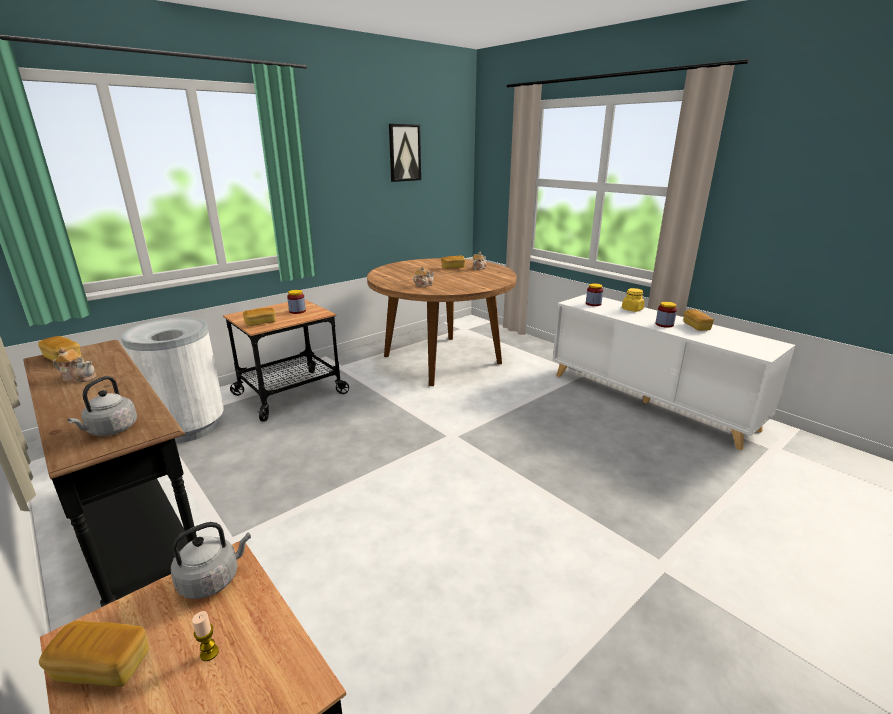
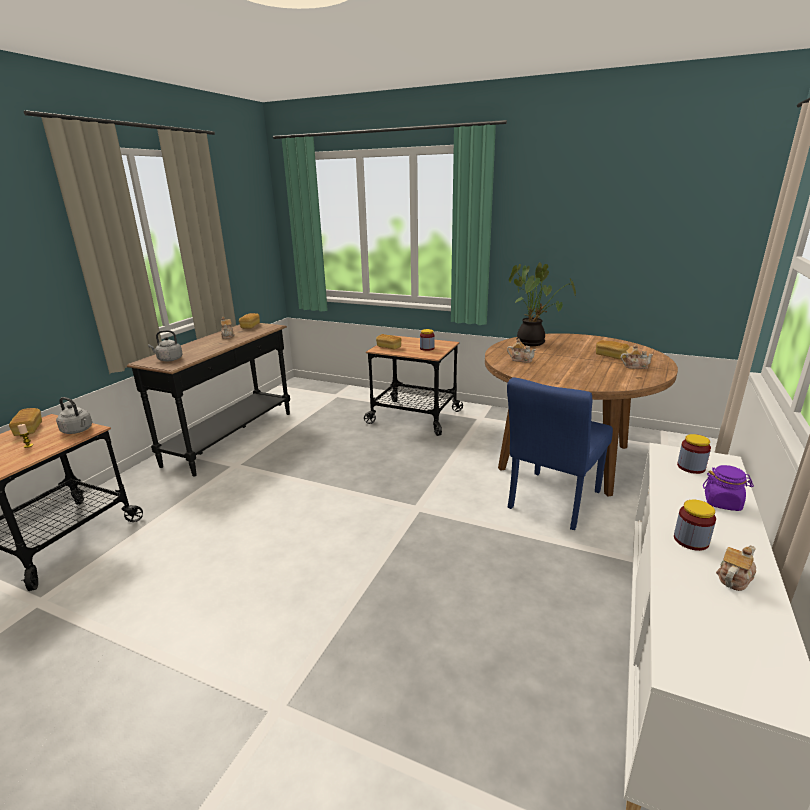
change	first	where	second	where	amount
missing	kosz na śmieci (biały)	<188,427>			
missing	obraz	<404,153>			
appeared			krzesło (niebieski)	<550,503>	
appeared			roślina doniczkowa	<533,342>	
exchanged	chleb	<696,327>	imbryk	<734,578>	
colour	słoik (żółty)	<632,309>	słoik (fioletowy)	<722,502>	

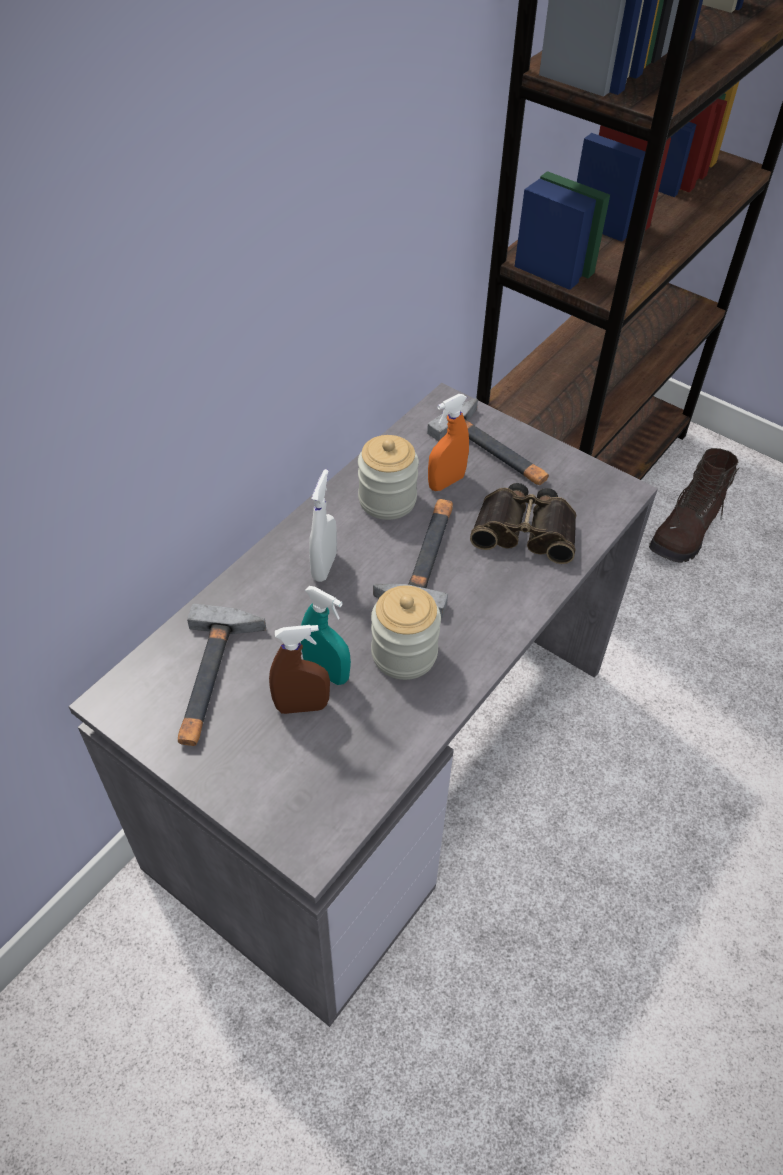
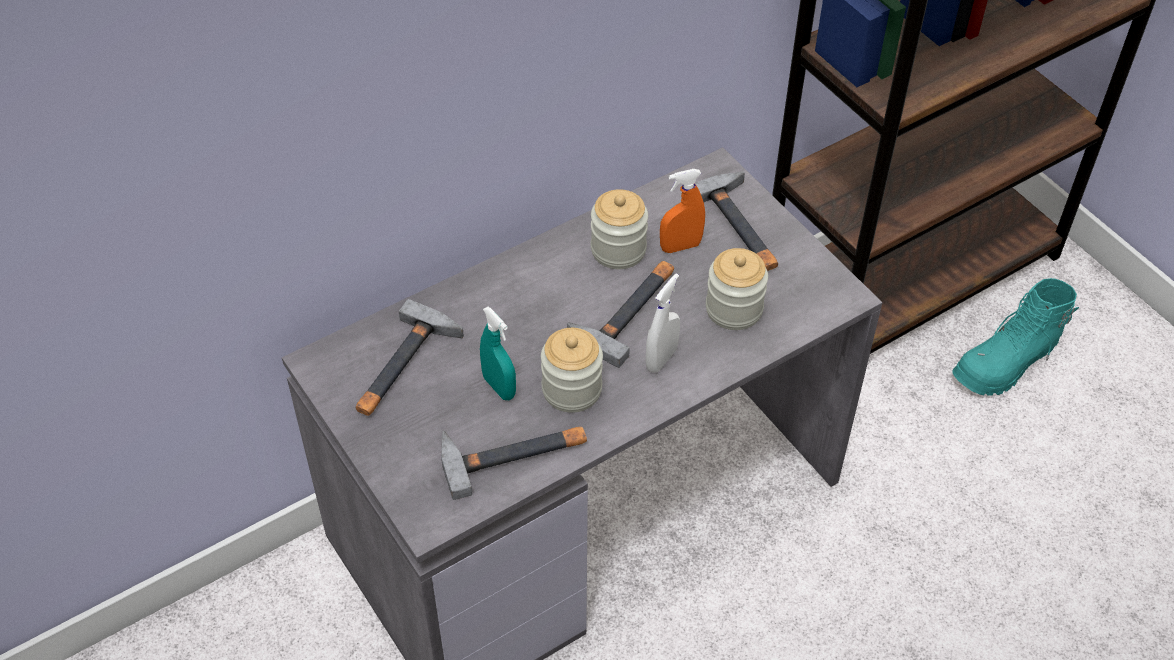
change	first	where	second	where	amount
missing	spryskiwacz (brązowy)	<302,706>			
appeared			młotek	<514,453>	
relocated	spryskiwacz (biały)	<324,566>		<661,359>	
exchanged	lornetka	<526,529>	słoik	<734,309>	
colour	but z cholewką (brązowy)	<686,531>	but z cholewką (turkusowy)	<1006,364>	

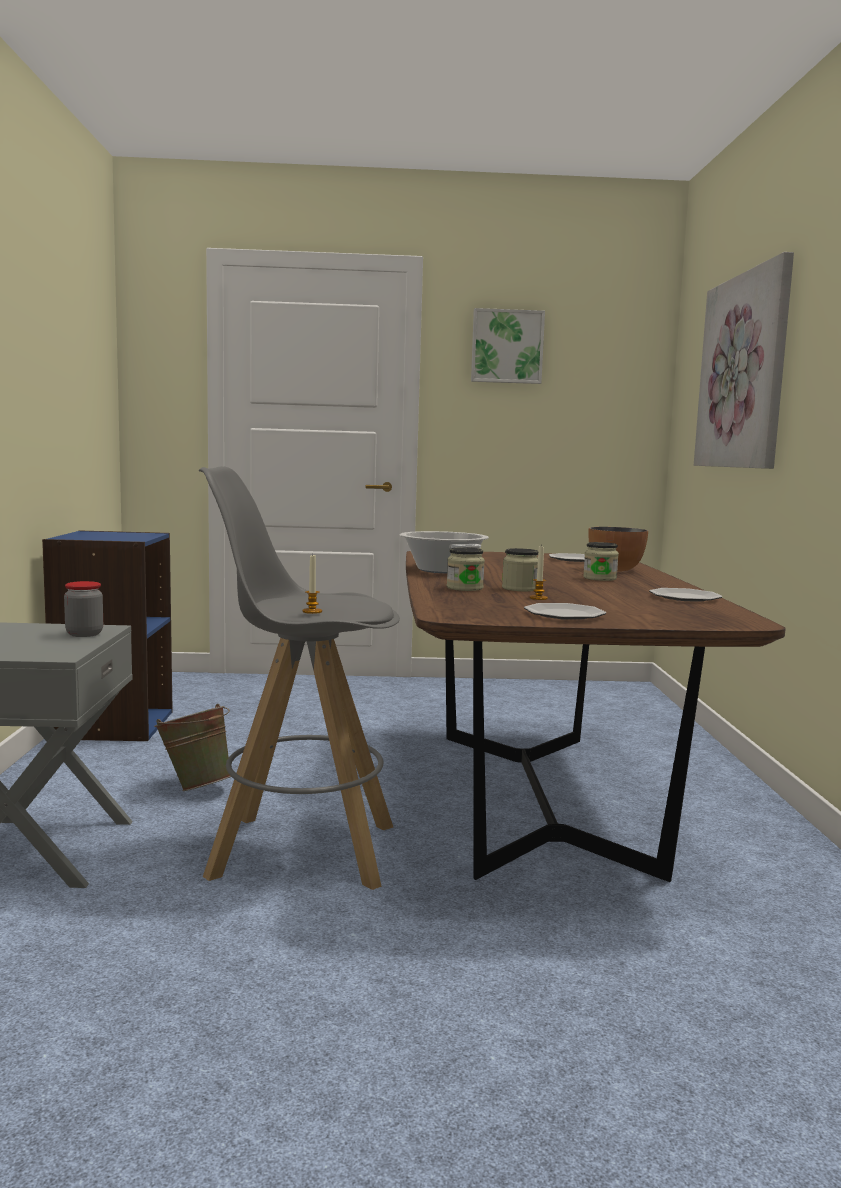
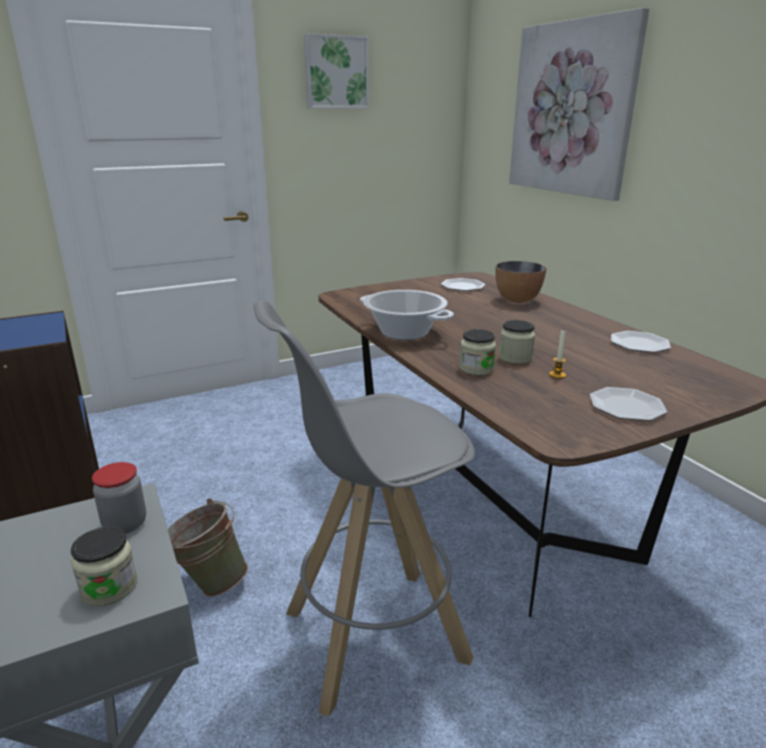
change	first	where	second	where	amount
missing	świeca	<312,611>			
relocated	słoik	<600,578>		<109,587>	

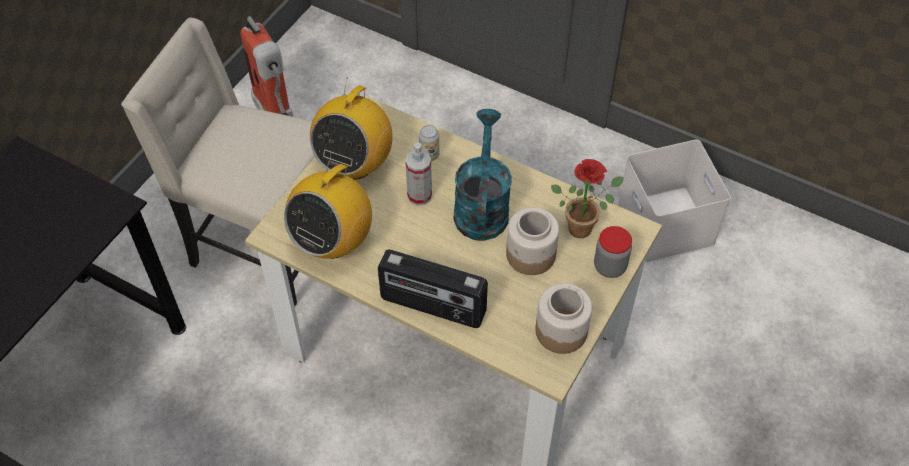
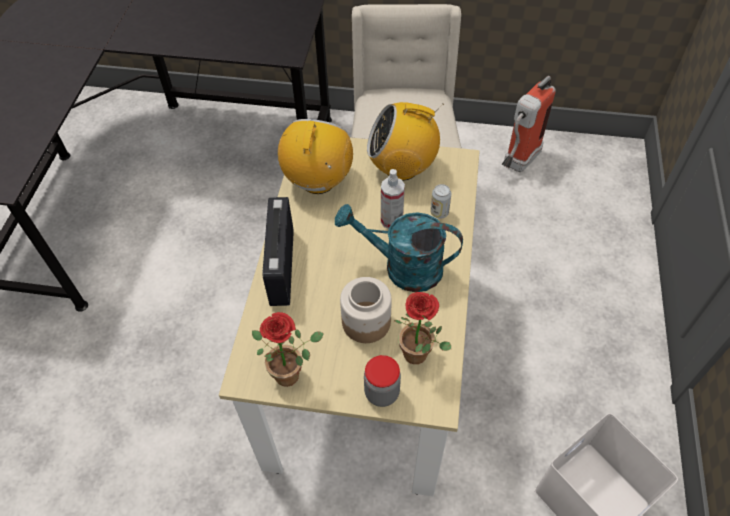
change	first	where	second	where	amount
exchanged	słoik	<561,330>	roślina doniczkowa	<292,372>	
spun	radio	<333,241>		<318,181>	90 degrees clockwise
spun	konewka (turkusowy)	<481,206>		<402,267>	150 degrees counterclockwise

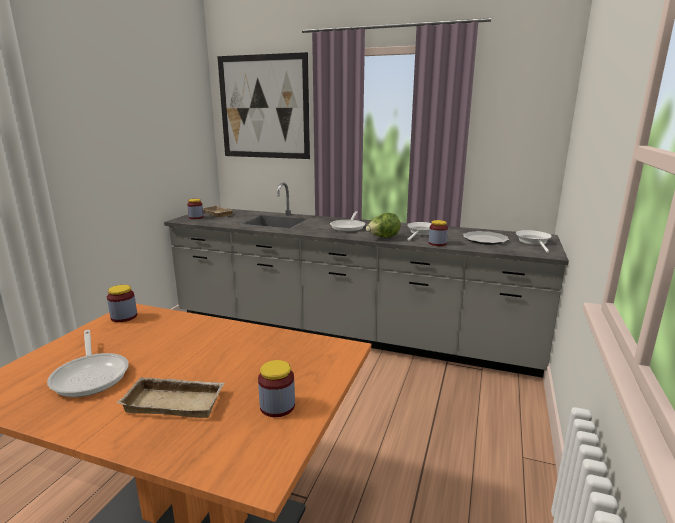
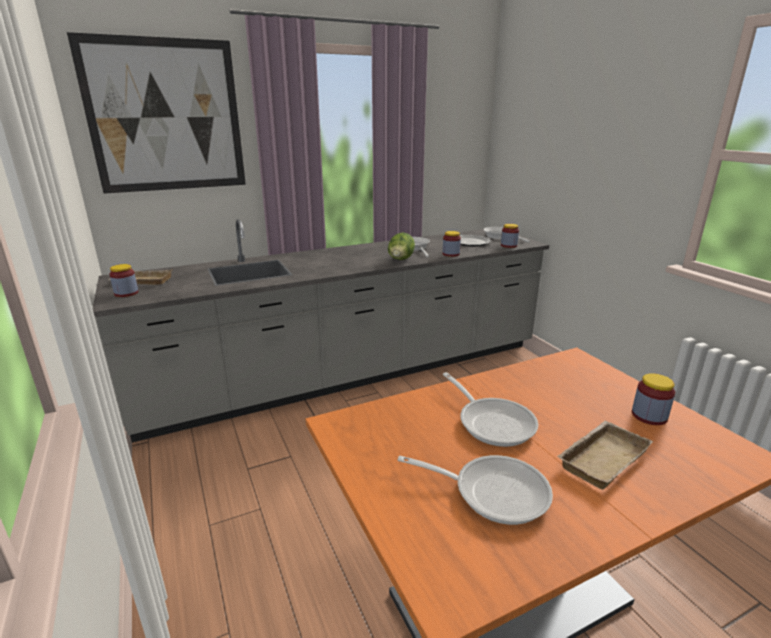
change	first	where	second	where	amount
relocated	słoik	<124,317>		<508,245>	
relocated	patelnia	<348,227>		<492,422>	

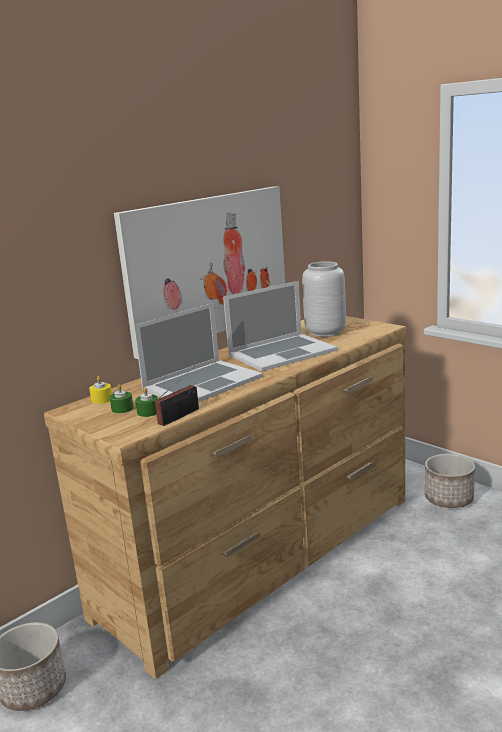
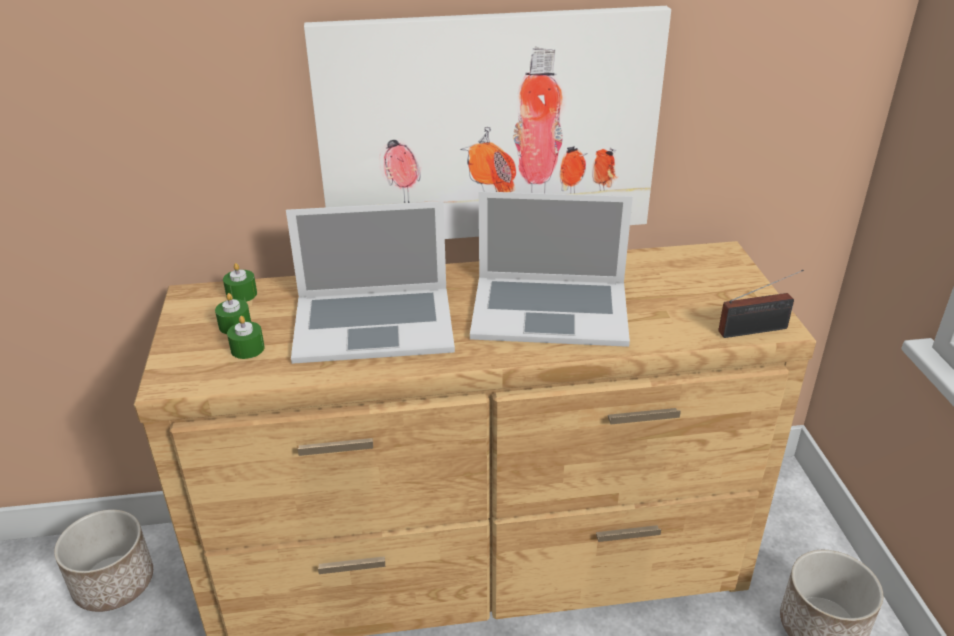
change	first	where	second	where	amount
missing	wazon (szary)	<325,332>			
relocated	radio	<181,415>		<757,330>	
colour	świeca (żółty)	<102,399>	świeca (zielony)	<241,294>	

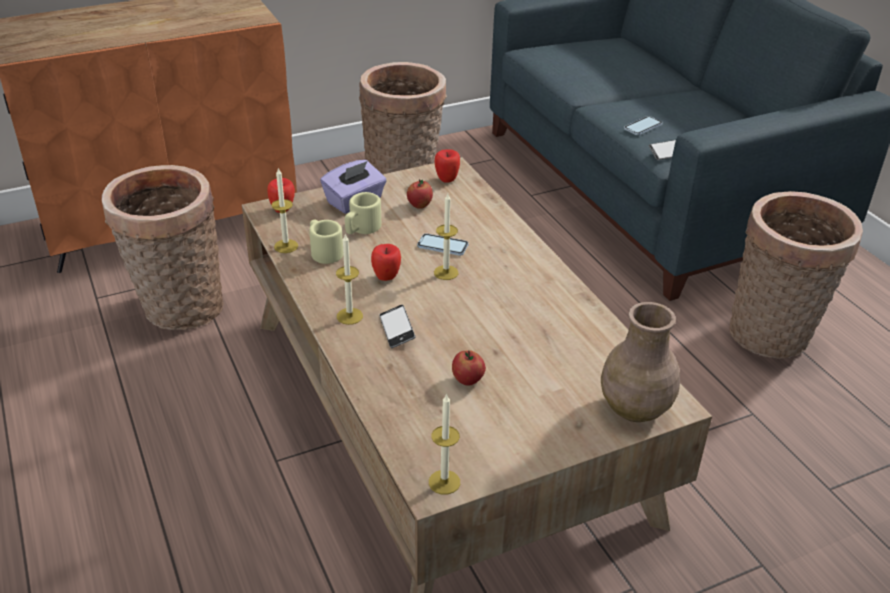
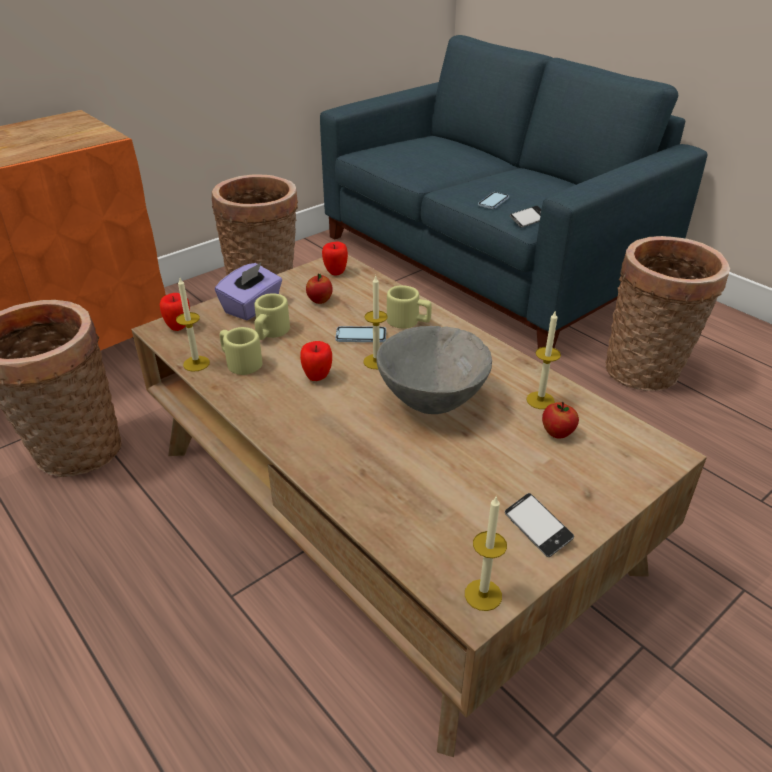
change	first	where	second	where	amount
missing	wazon (brązowy)	<635,409>			
appeared			miska (szary)	<432,402>	
appeared			kubek (beżowy)	<409,321>	
relocated	świeca	<349,316>		<540,400>	
relocated	telefon	<397,330>		<537,528>	
relocated	jabłko	<468,380>		<557,433>	

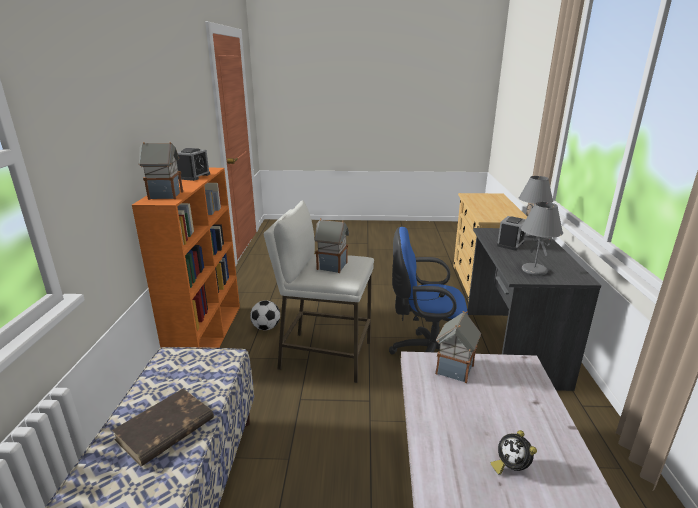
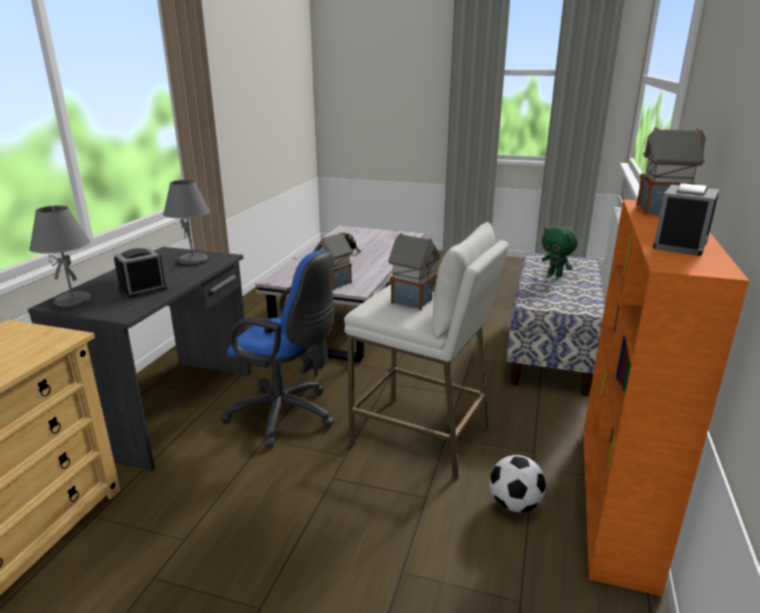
change	first	where	second	where	amount
exchanged	książka (brązowy)	<164,430>	pluszak (zielony)	<555,275>	

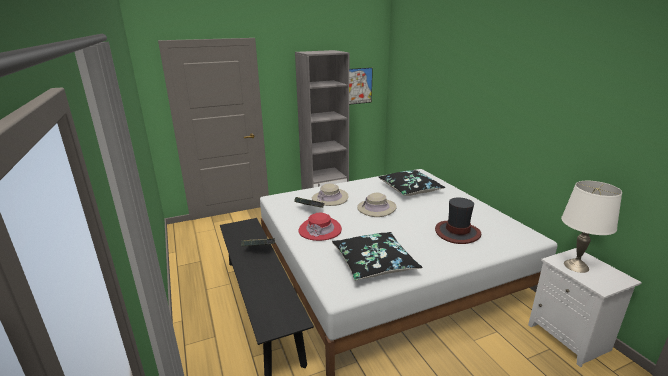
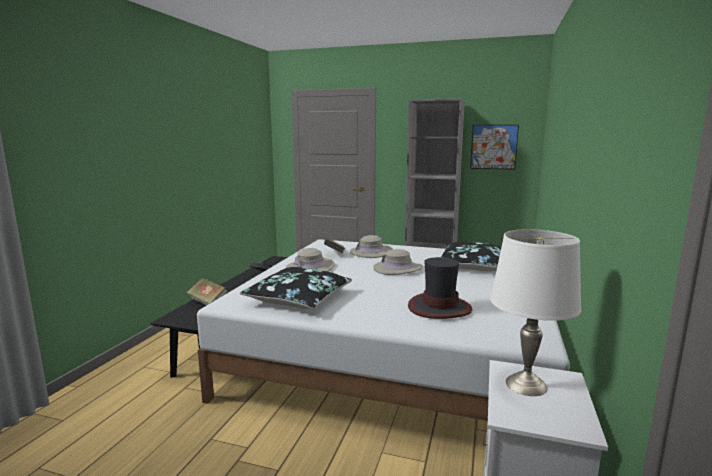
change	first	where	second	where	amount
appeared			książka	<208,302>	
colour	kapelusz (czerwony)	<320,230>	kapelusz (beżowy)	<310,267>	

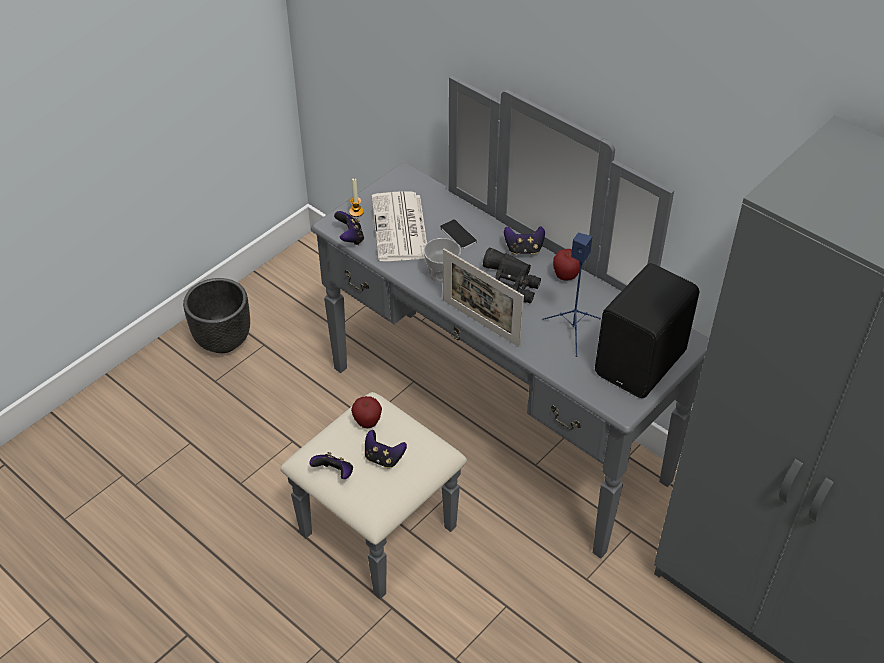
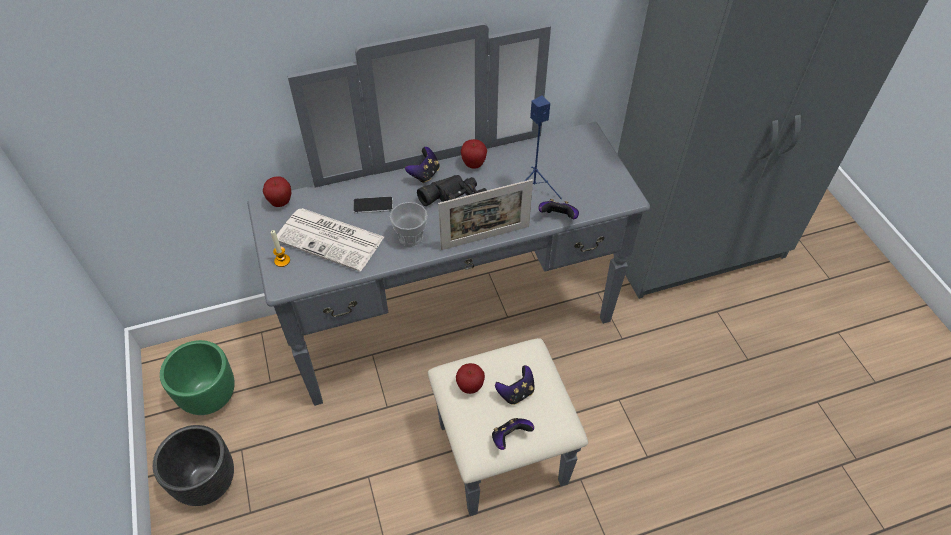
change	first	where	second	where	amount
missing	głośnik (czarny)	<643,364>			
appeared			donica (zielony)	<211,397>	
appeared			jabłko	<281,202>	
relocated	pad do gier	<350,238>		<558,218>	

